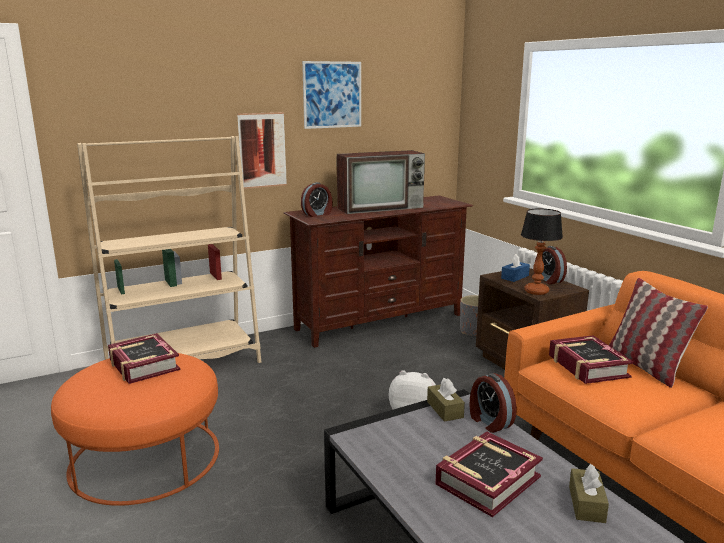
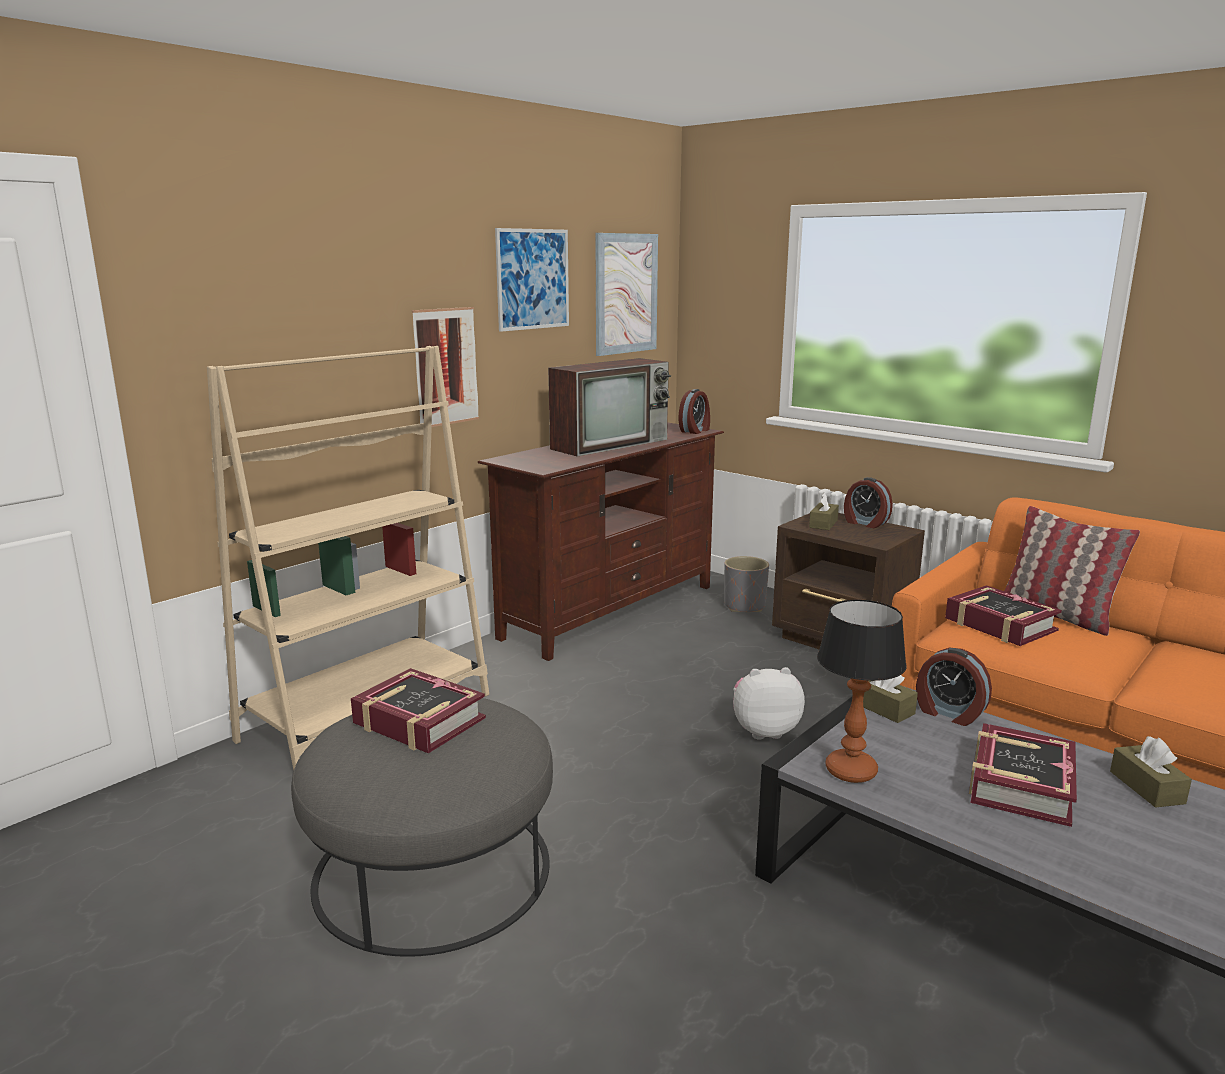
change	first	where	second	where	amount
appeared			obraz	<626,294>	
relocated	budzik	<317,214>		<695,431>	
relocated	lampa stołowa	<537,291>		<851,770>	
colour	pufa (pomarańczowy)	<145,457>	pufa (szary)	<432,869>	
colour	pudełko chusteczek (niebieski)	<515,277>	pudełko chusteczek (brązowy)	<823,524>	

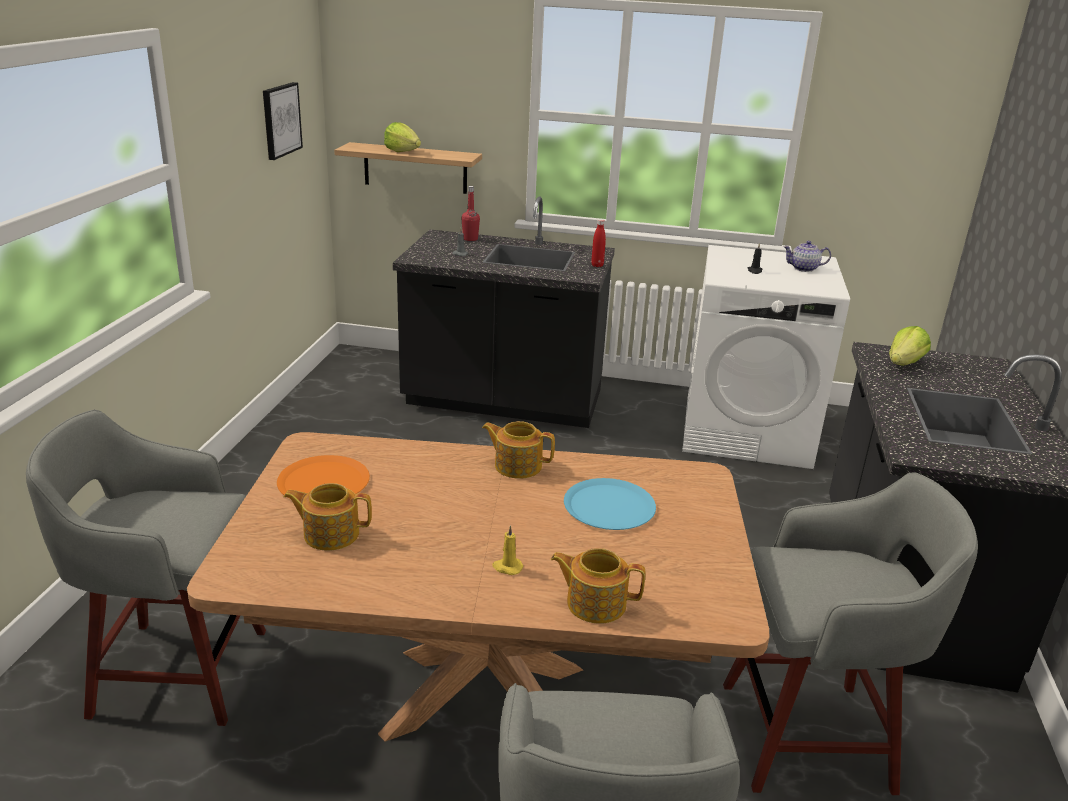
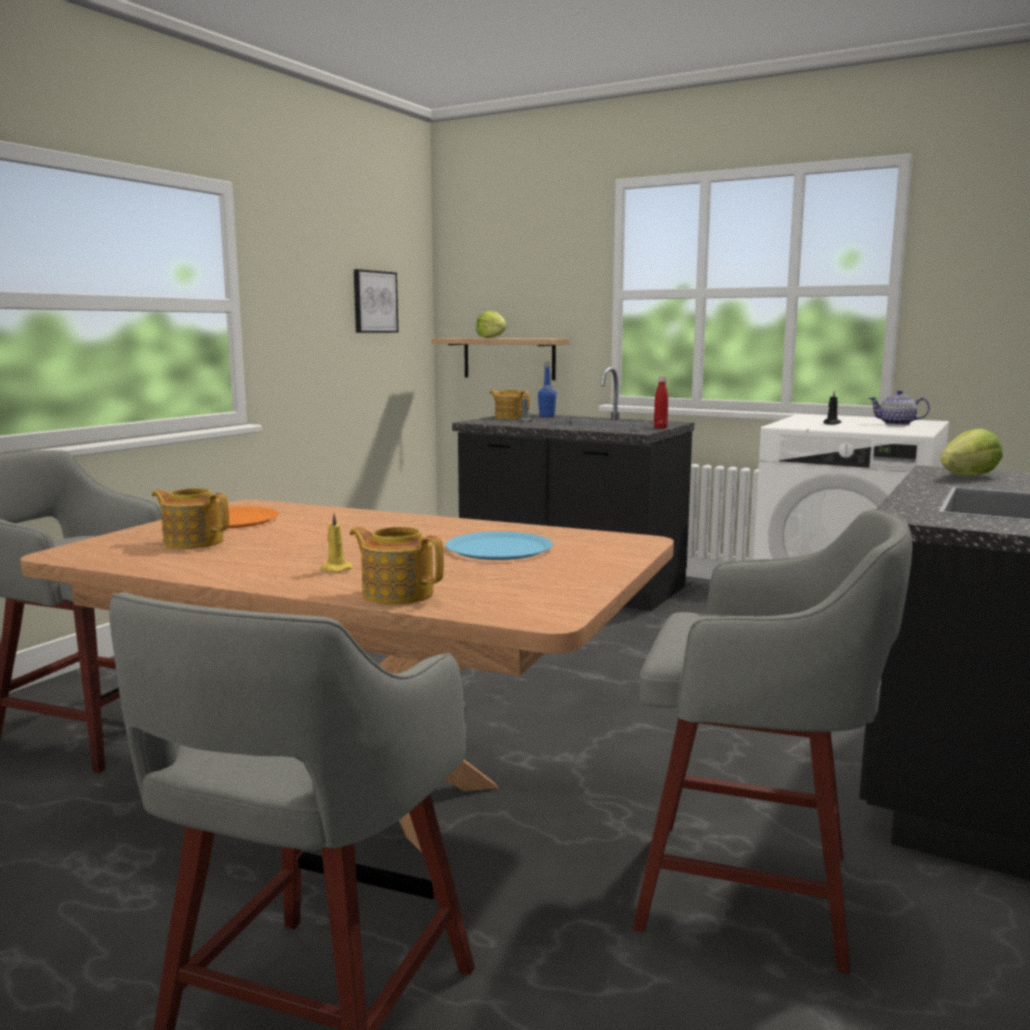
change	first	where	second	where	amount
relocated	imbryk	<517,465>		<509,417>	
colour	butelka (czerwony)	<470,239>	butelka (niebieski)	<547,416>	

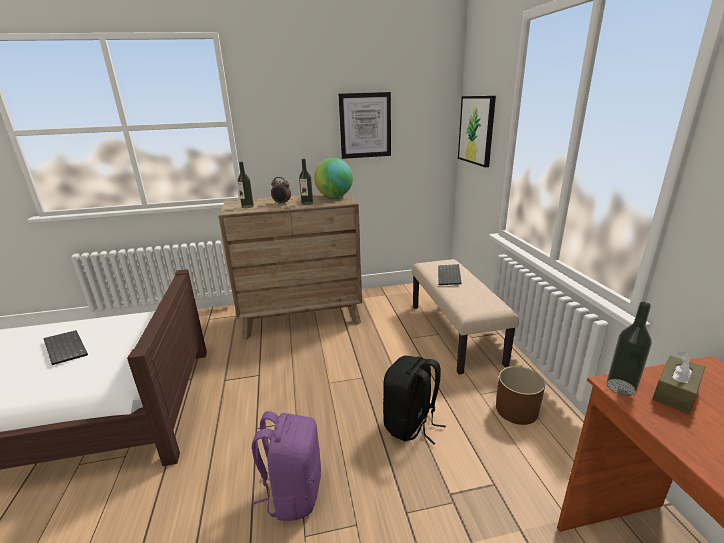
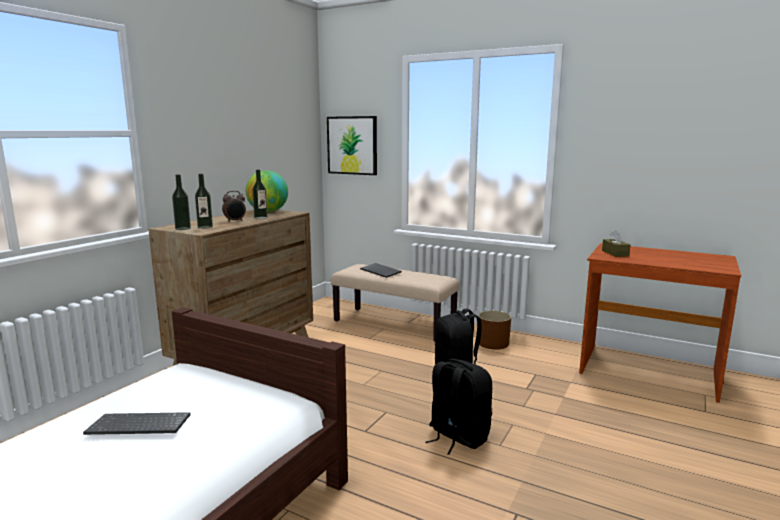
change	first	where	second	where	amount
missing	obraz	<365,125>			
relocated	butelka	<621,387>		<183,228>	
colour	plecak (fioletowy)	<293,492>	plecak (czarny)	<457,437>	

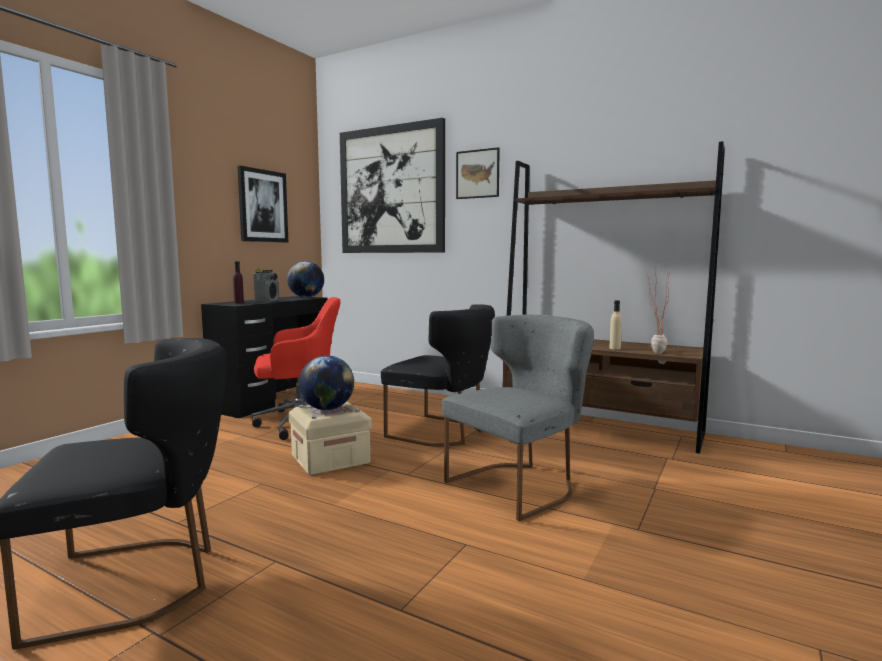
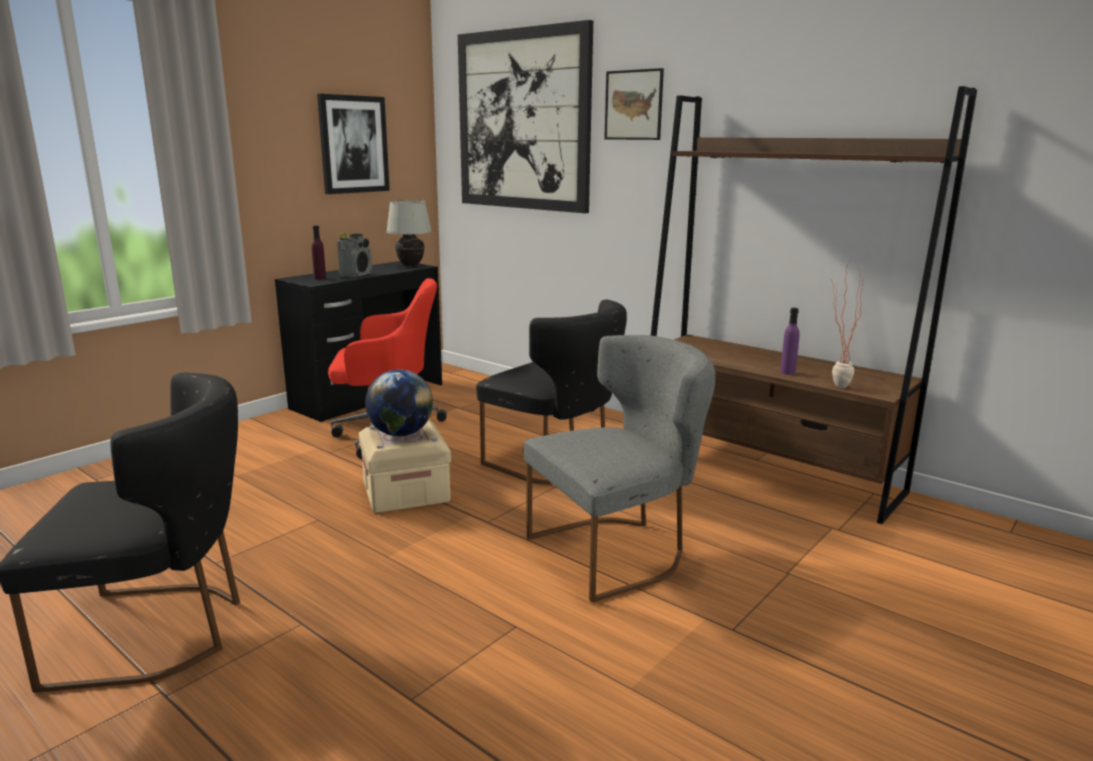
change	first	where	second	where	amount
exchanged	globus	<306,297>	lampa stołowa (biały)	<411,266>	
colour	butelka (beżowy)	<615,348>	butelka (fioletowy)	<787,372>	

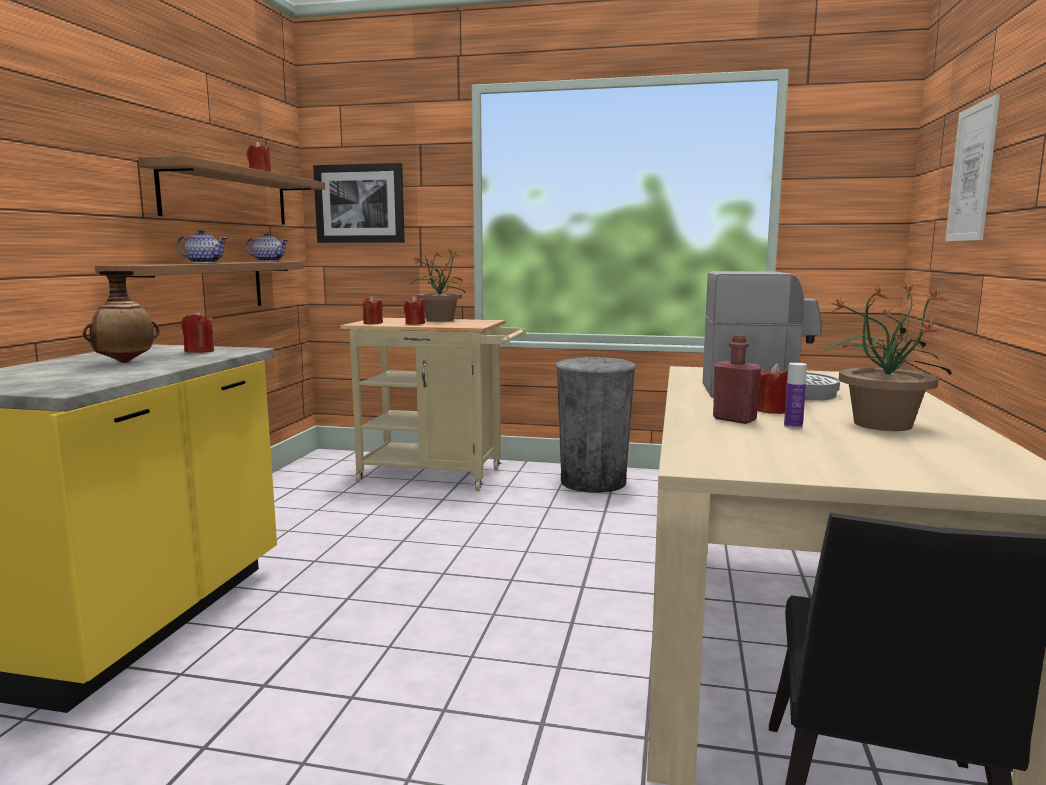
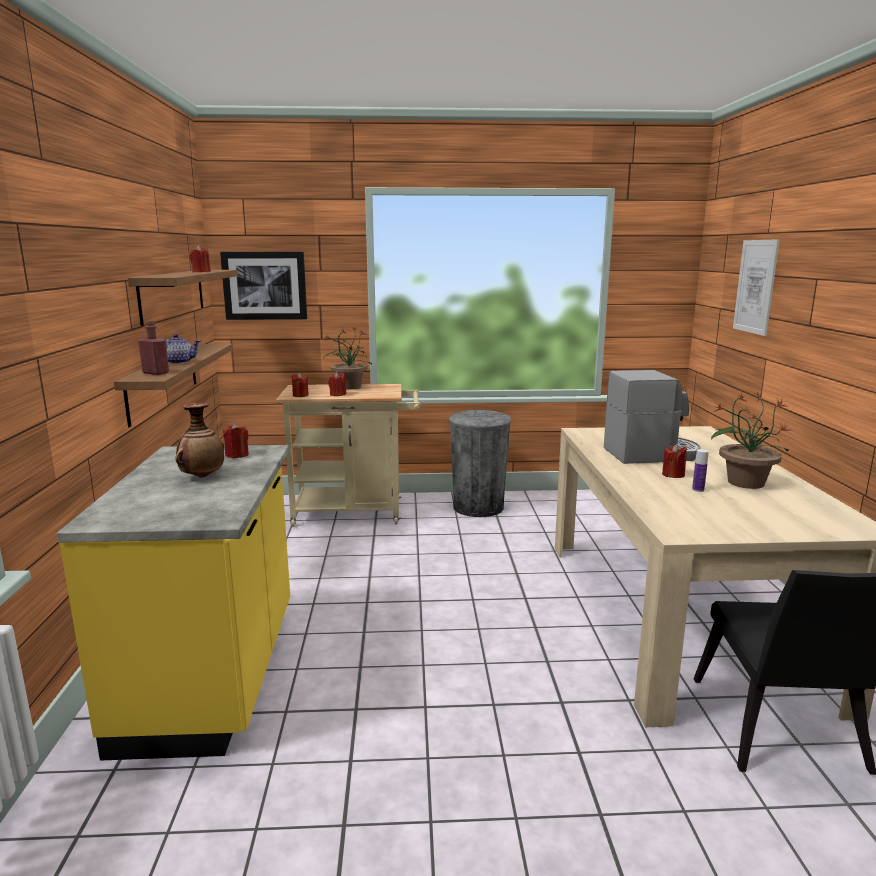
change	first	where	second	where	amount
missing	imbryk	<268,261>			
relocated	butelka (czerwony)	<734,419>		<156,373>	

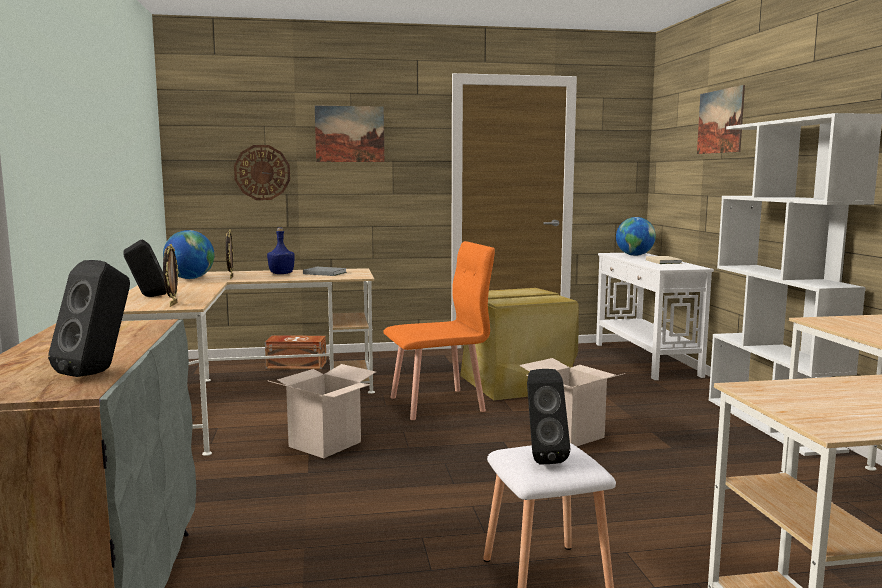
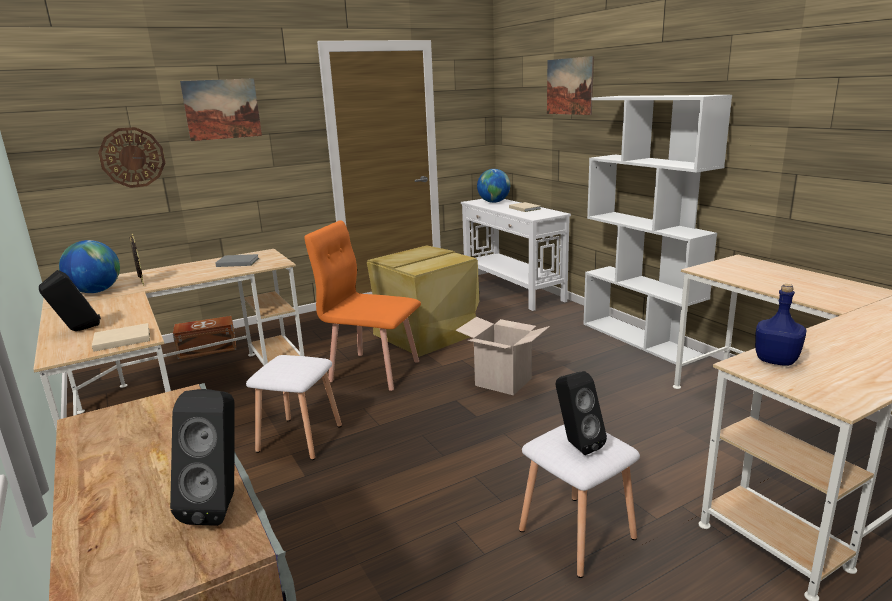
change	first	where	second	where	amount
relocated	butelka (niebieski)	<281,273>		<777,360>	
exchanged	ramka na zdjęcie	<172,304>	książka (beżowy)	<120,339>	
exchanged	karton	<325,444>	stołek (biały)	<300,439>	
spun	krzesło (pomarańczowy)	<438,404>		<374,370>	120 degrees counterclockwise

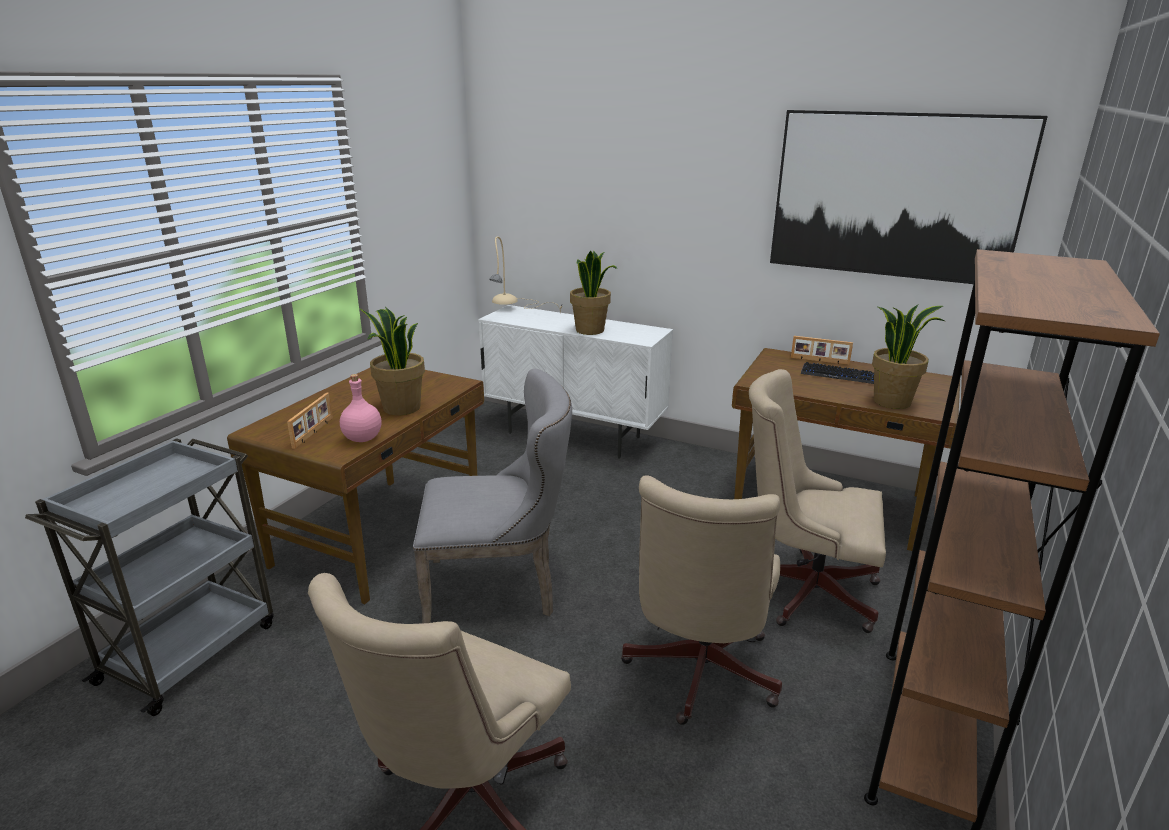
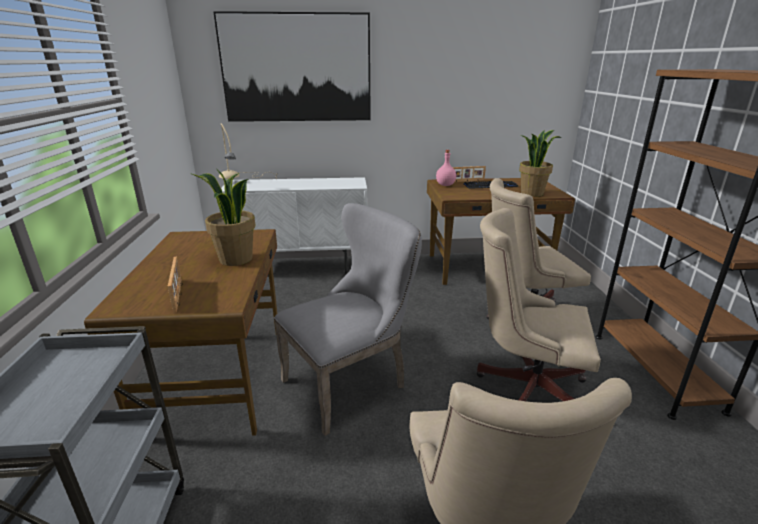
change	first	where	second	where	amount
missing	roślina doniczkowa	<590,330>			
relocated	butelka (różowy)	<362,438>		<445,185>	
relocated	obraz	<894,196>		<296,68>	
spun	krzesło biurowe (beżowy)	<697,674>		<525,387>	120 degrees clockwise

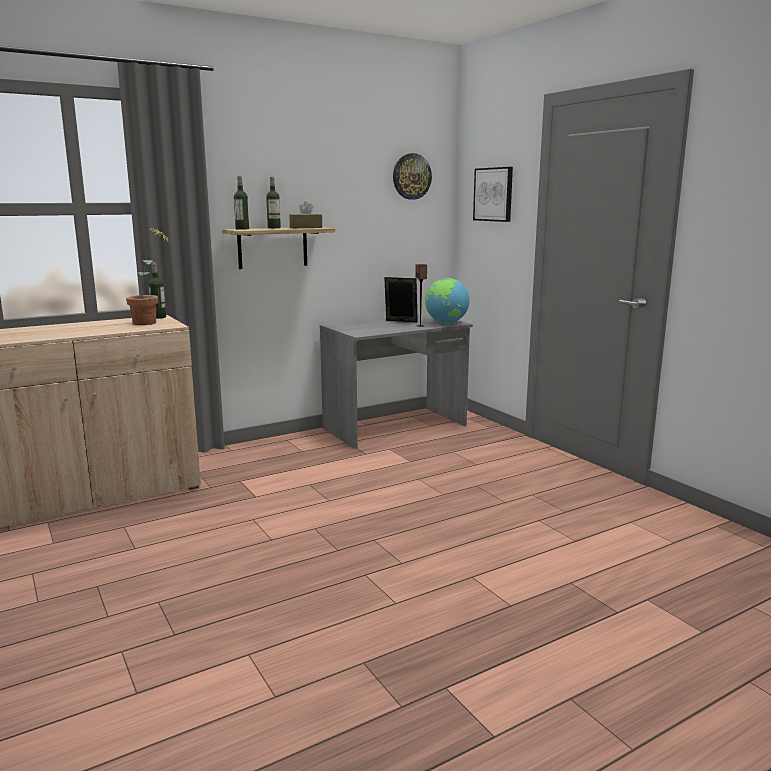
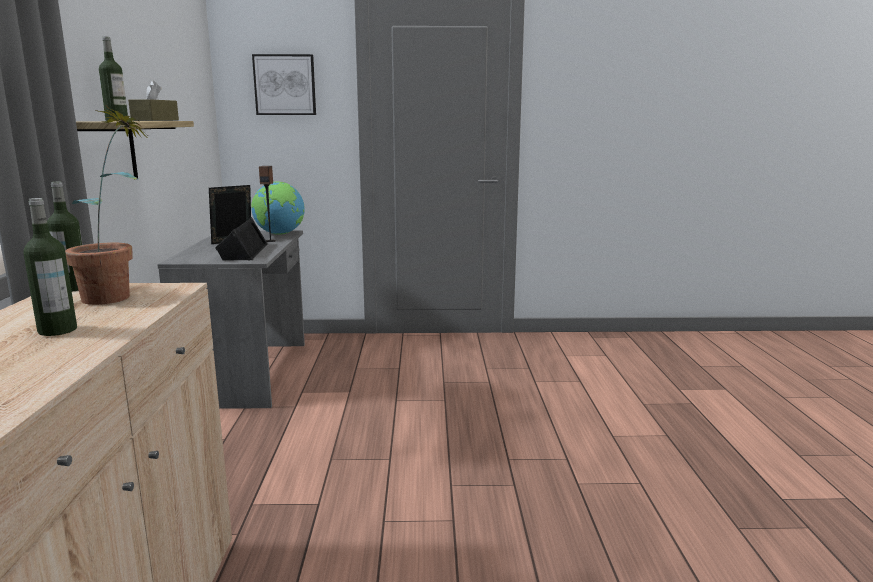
change	first	where	second	where	amount
missing	zegar ścienny	<411,176>			
appeared			głośnik (czarny)	<242,252>	
relocated	butelka	<242,229>		<57,330>	

